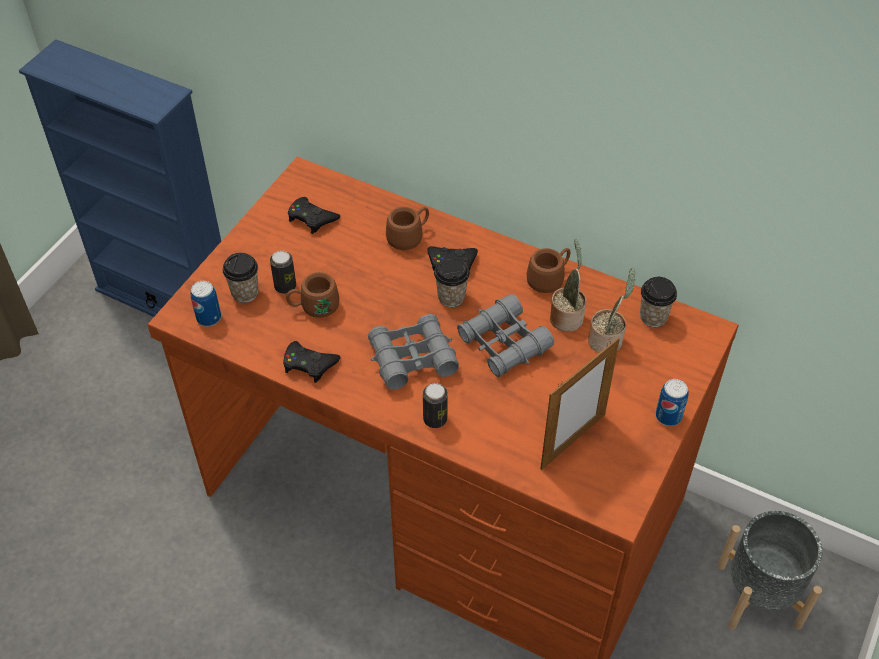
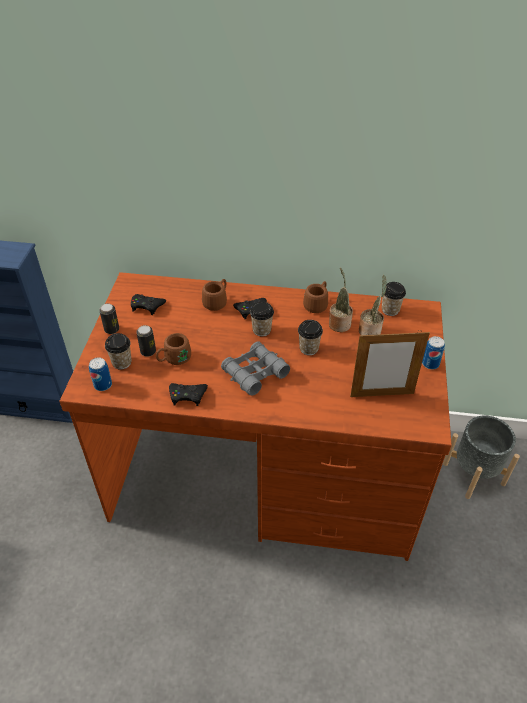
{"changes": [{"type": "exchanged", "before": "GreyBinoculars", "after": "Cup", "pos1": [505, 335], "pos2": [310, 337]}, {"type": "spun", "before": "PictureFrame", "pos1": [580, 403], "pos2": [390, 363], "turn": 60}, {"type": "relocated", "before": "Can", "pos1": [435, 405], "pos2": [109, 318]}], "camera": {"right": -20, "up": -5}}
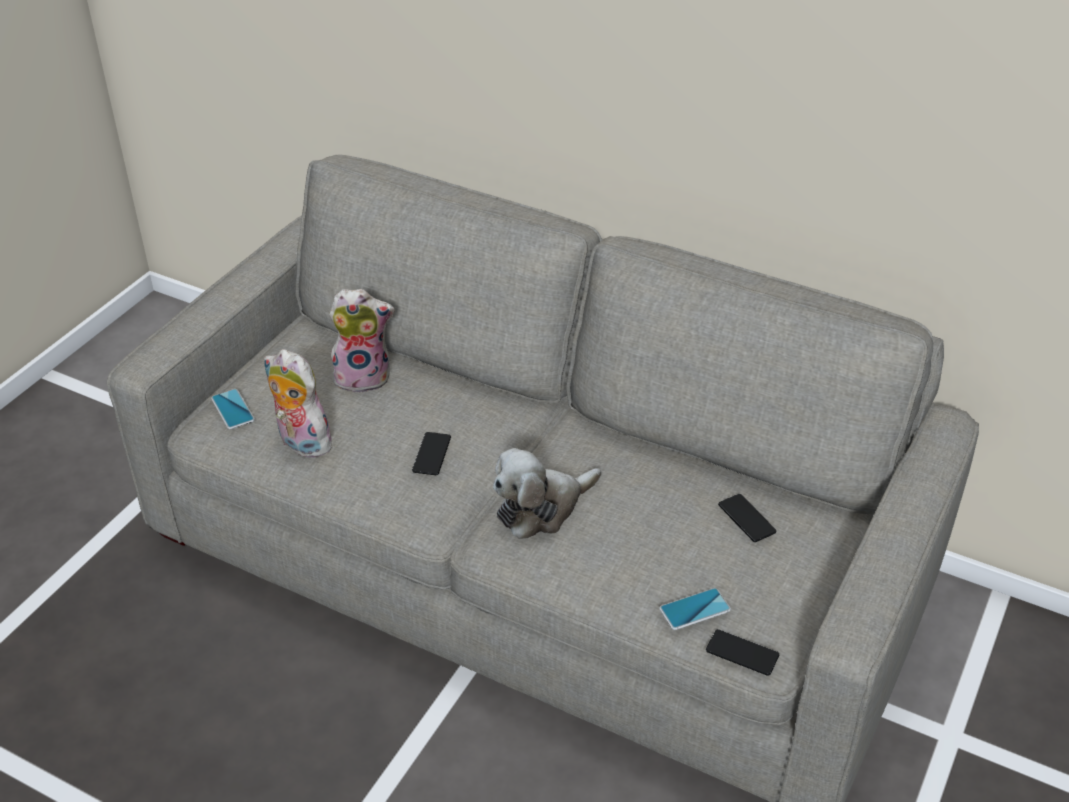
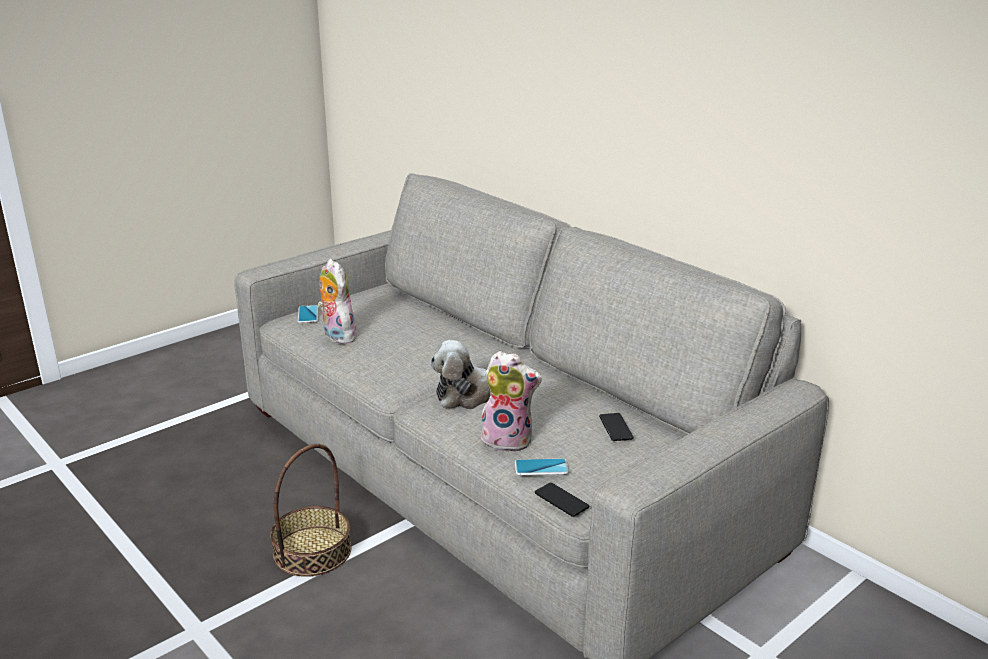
{"changes": [{"type": "relocated", "before": "PlushToy", "pos1": [362, 341], "pos2": [510, 401]}, {"type": "missing", "before": "Phone", "pos1": [431, 453]}, {"type": "appeared", "after": "Basket", "pos2": [311, 510]}], "camera": {"right": 20, "up": -15}}
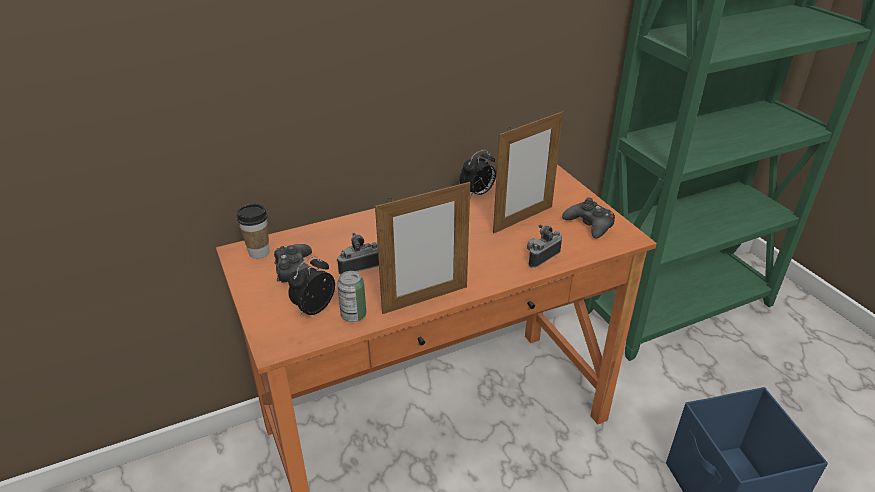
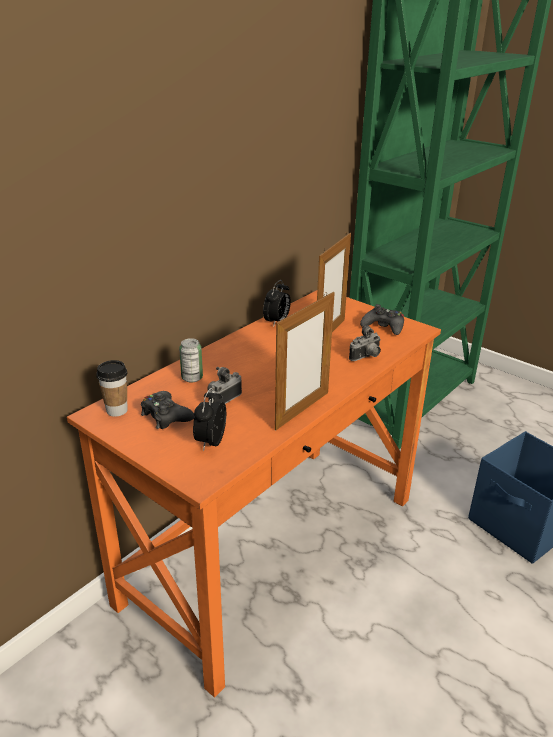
{"changes": [{"type": "spun", "before": "PhotoCamera", "pos1": [544, 246], "pos2": [365, 343], "turn": -150}, {"type": "relocated", "before": "Can", "pos1": [351, 296], "pos2": [191, 360]}], "camera": {"right": -25, "up": -5}}
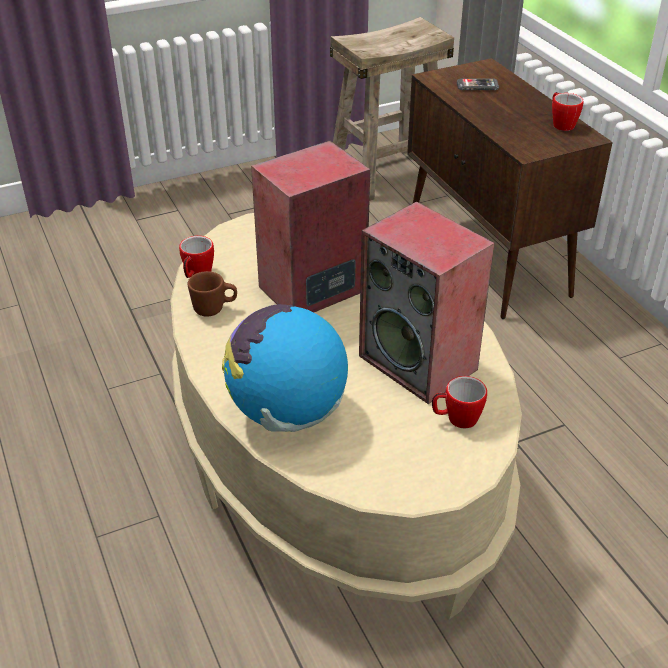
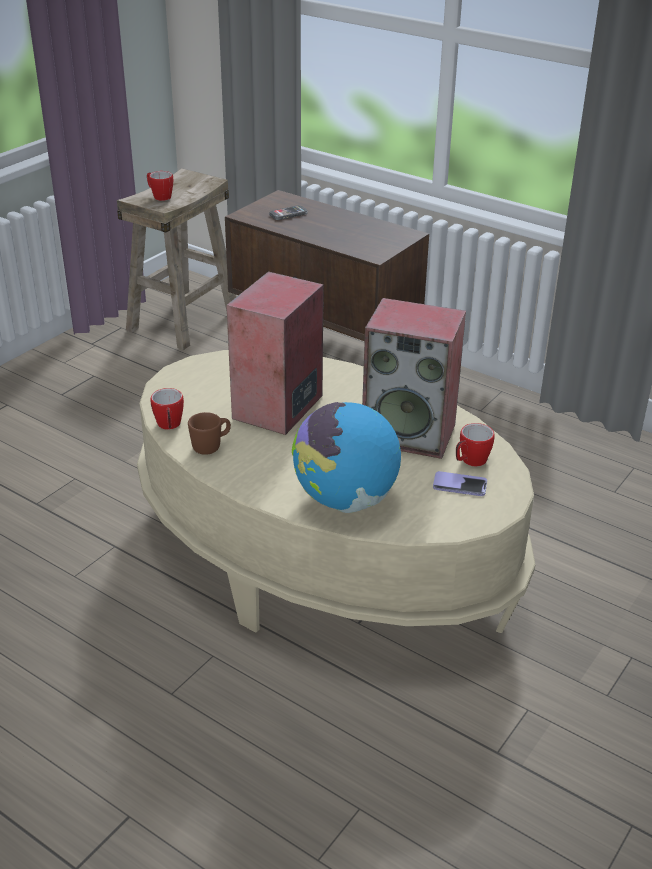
{"changes": [{"type": "relocated", "before": "Mug", "pos1": [568, 111], "pos2": [160, 186]}, {"type": "appeared", "after": "Phone", "pos2": [460, 483]}], "camera": {"right": -30, "up": -5}}
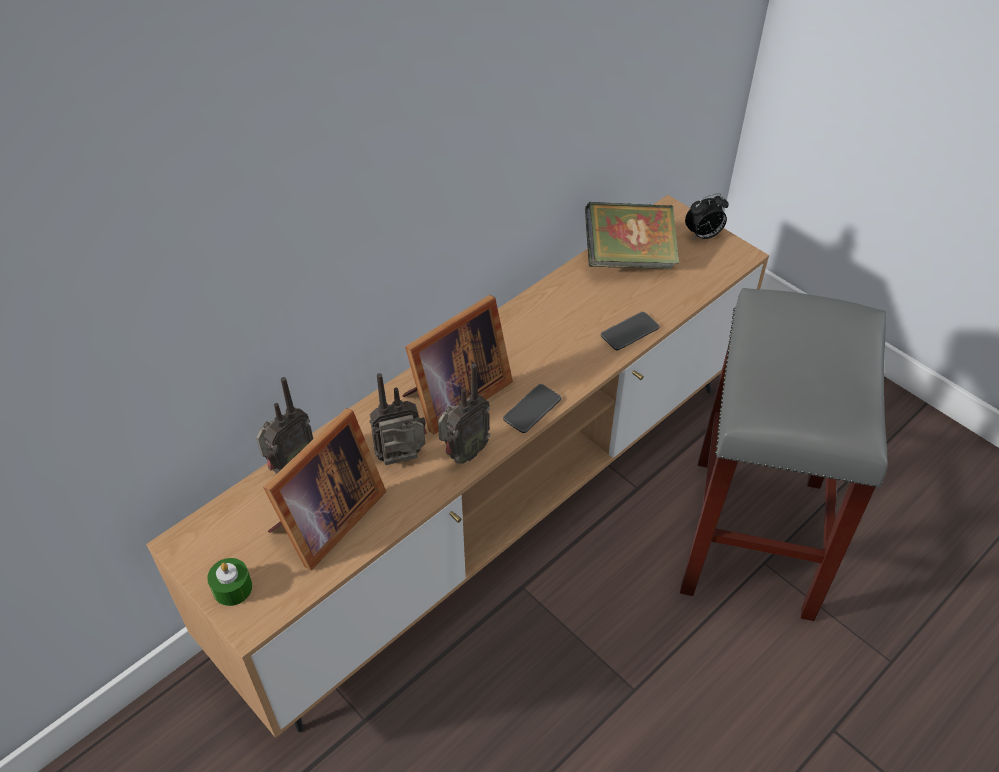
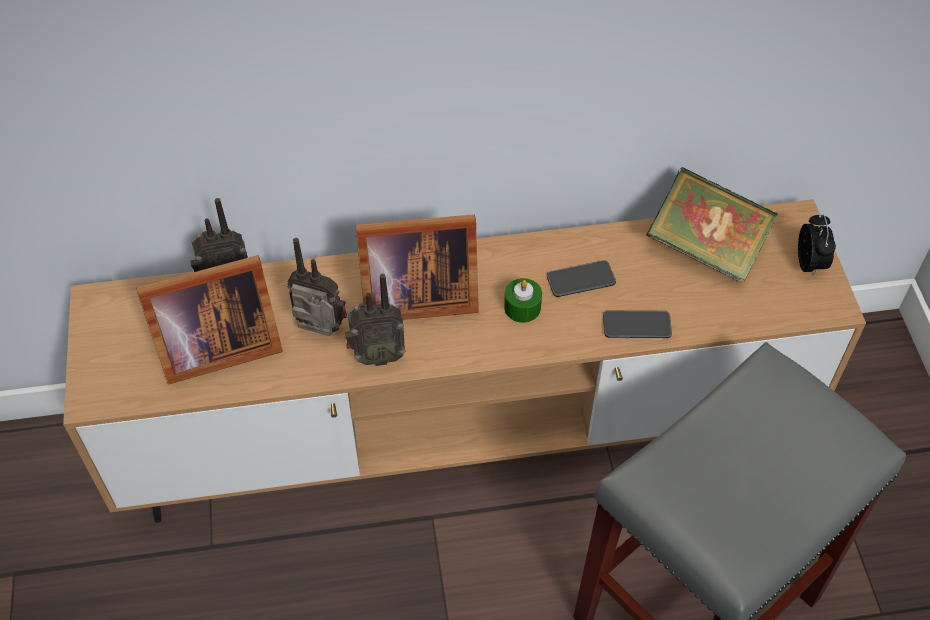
{"changes": [{"type": "spun", "before": "AlarmClock", "pos1": [707, 216], "pos2": [817, 246], "turn": -105}, {"type": "relocated", "before": "Phone", "pos1": [532, 408], "pos2": [581, 278]}, {"type": "relocated", "before": "GreenCandle", "pos1": [229, 582], "pos2": [523, 300]}], "camera": {"right": 35, "up": 5}}
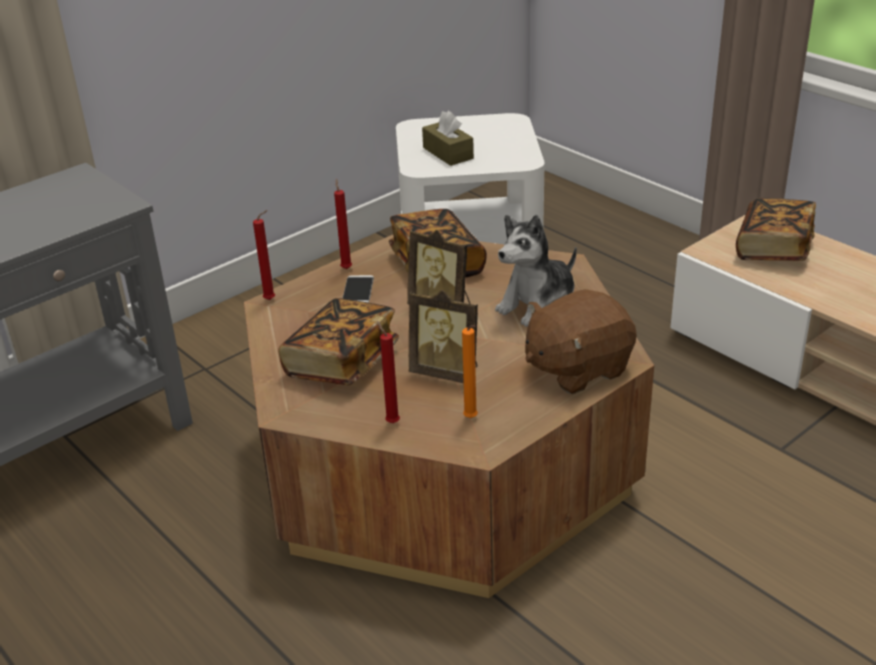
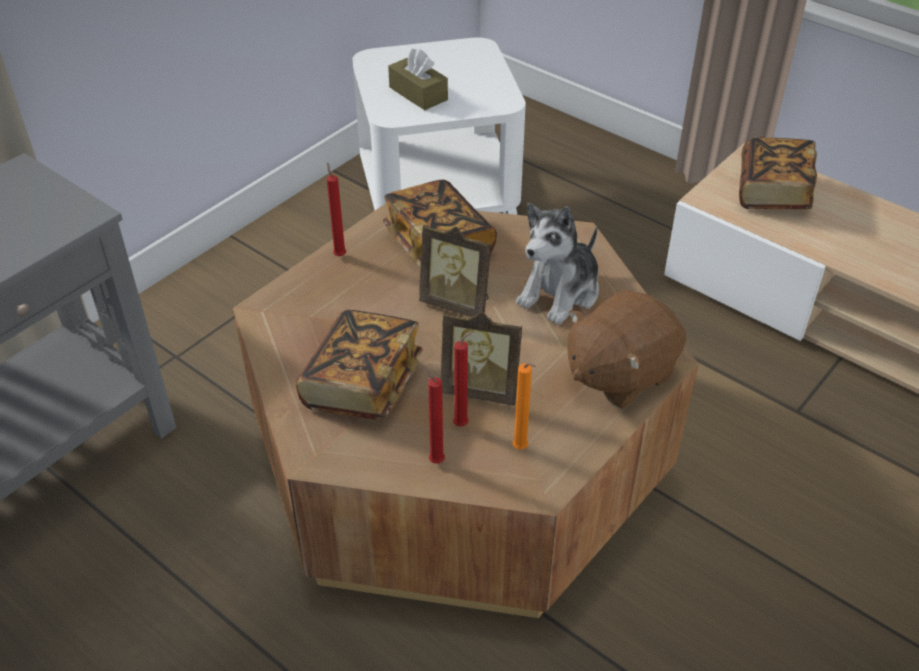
{"changes": [{"type": "relocated", "before": "RedCandle", "pos1": [264, 255], "pos2": [463, 378]}, {"type": "missing", "before": "Phone", "pos1": [358, 289]}], "camera": {"right": -10, "up": 10}}
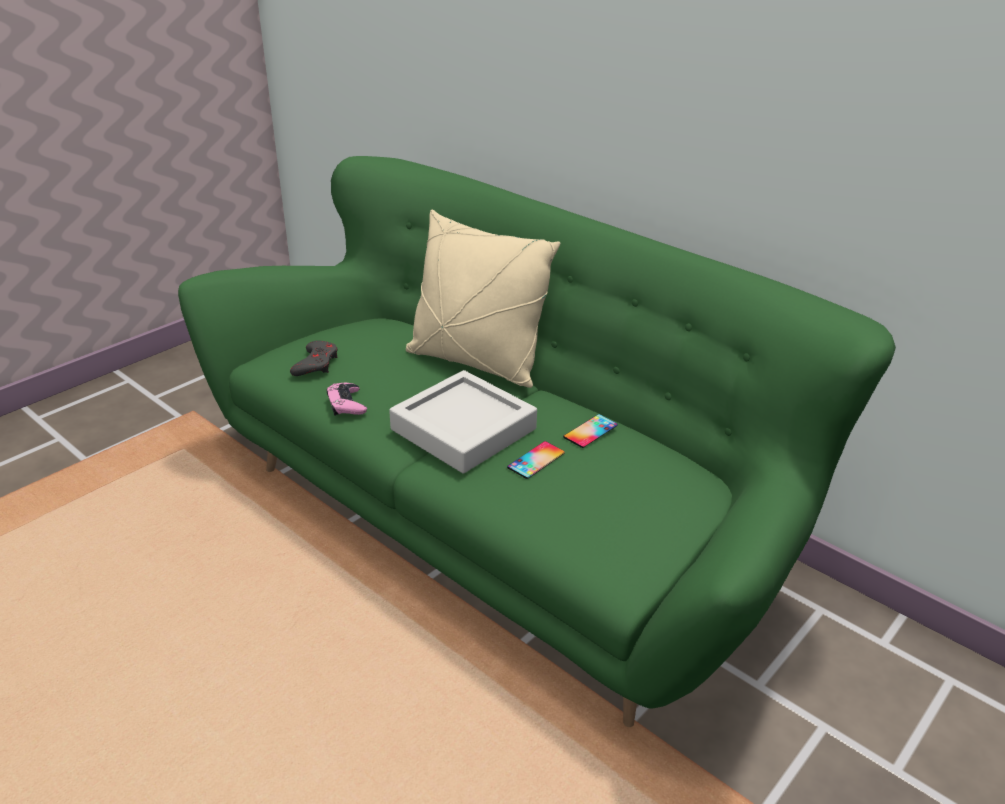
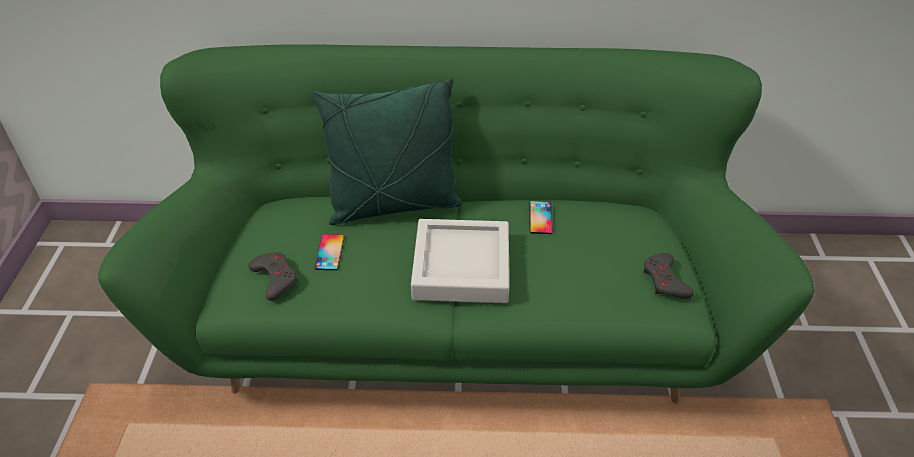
{"changes": [{"type": "colour", "before": "BeigePillow", "after": "GreenPillow", "pos1": [483, 299], "pos2": [387, 151]}, {"type": "missing", "before": "PinkGameController", "pos1": [346, 399]}, {"type": "relocated", "before": "Phone", "pos1": [536, 460], "pos2": [330, 252]}, {"type": "appeared", "after": "GreyGameController", "pos2": [669, 276]}], "camera": {"right": -40, "up": 10}}
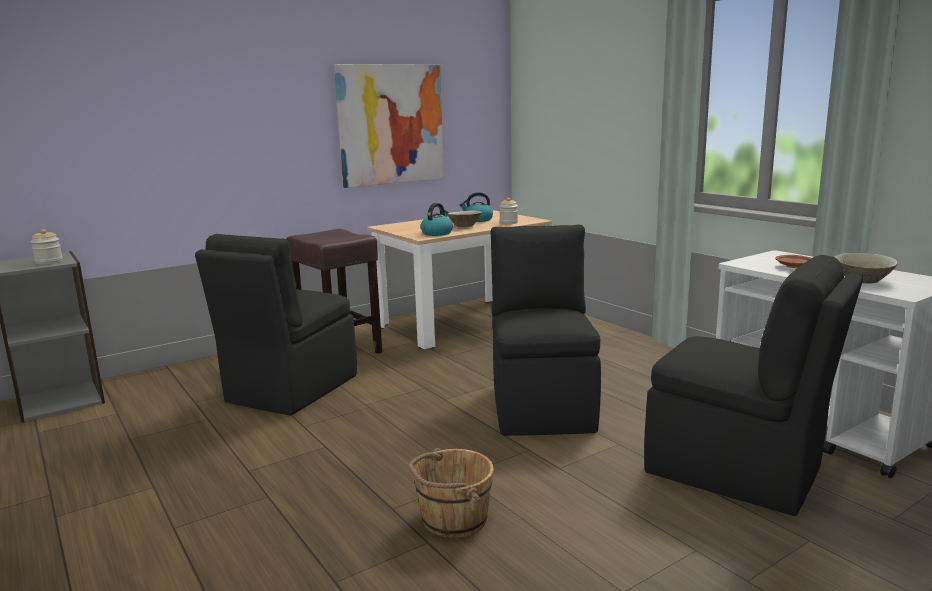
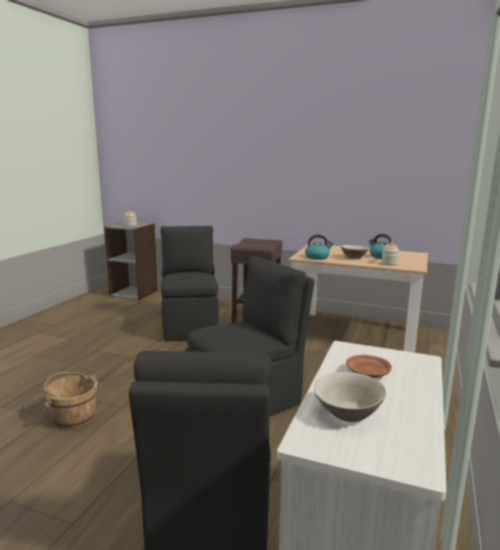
{"changes": [{"type": "missing", "before": "Picture", "pos1": [389, 126]}, {"type": "spun", "before": "BlackChair", "pos1": [276, 325], "pos2": [189, 283], "turn": 90}], "camera": {"right": 55, "up": 0}}
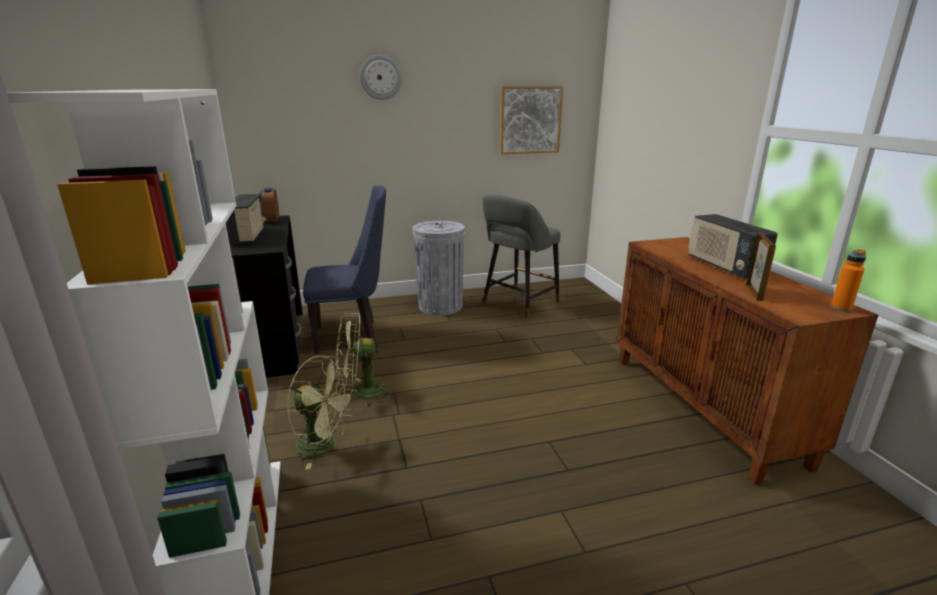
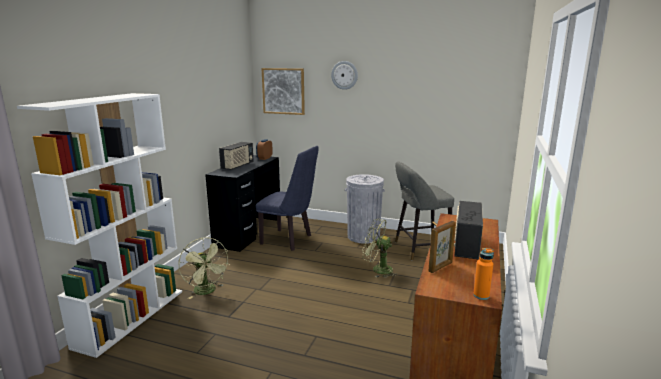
{"changes": [{"type": "relocated", "before": "Picture", "pos1": [531, 120], "pos2": [283, 91]}, {"type": "relocated", "before": "GreenFan", "pos1": [365, 360], "pos2": [379, 248]}], "camera": {"right": 35, "up": -5}}
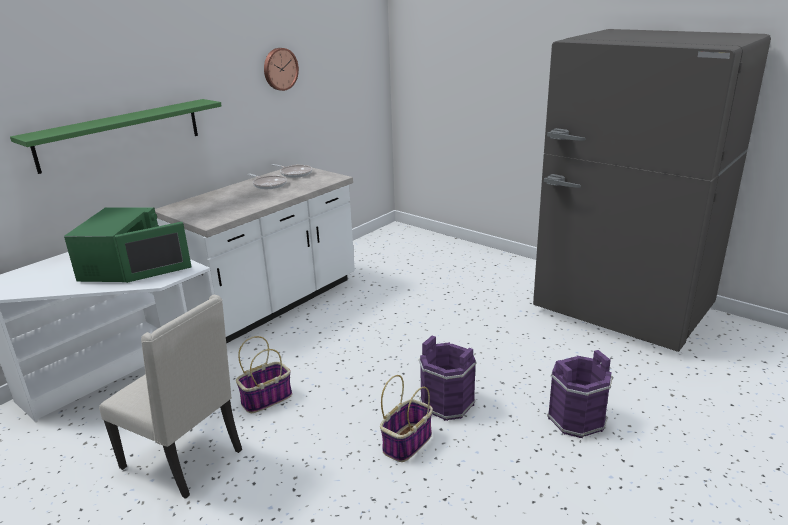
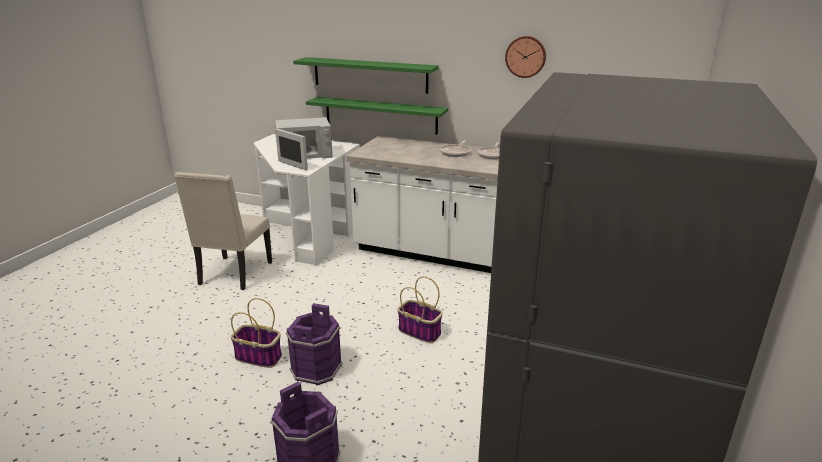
{"changes": [{"type": "colour", "before": "GreenMicrowave", "after": "WhiteMicrowave", "pos1": [128, 245], "pos2": [304, 143]}, {"type": "relocated", "before": "Basket", "pos1": [264, 374], "pos2": [420, 309]}, {"type": "appeared", "after": "GreenShelf", "pos2": [377, 116]}], "camera": {"right": 70, "up": 0}}
